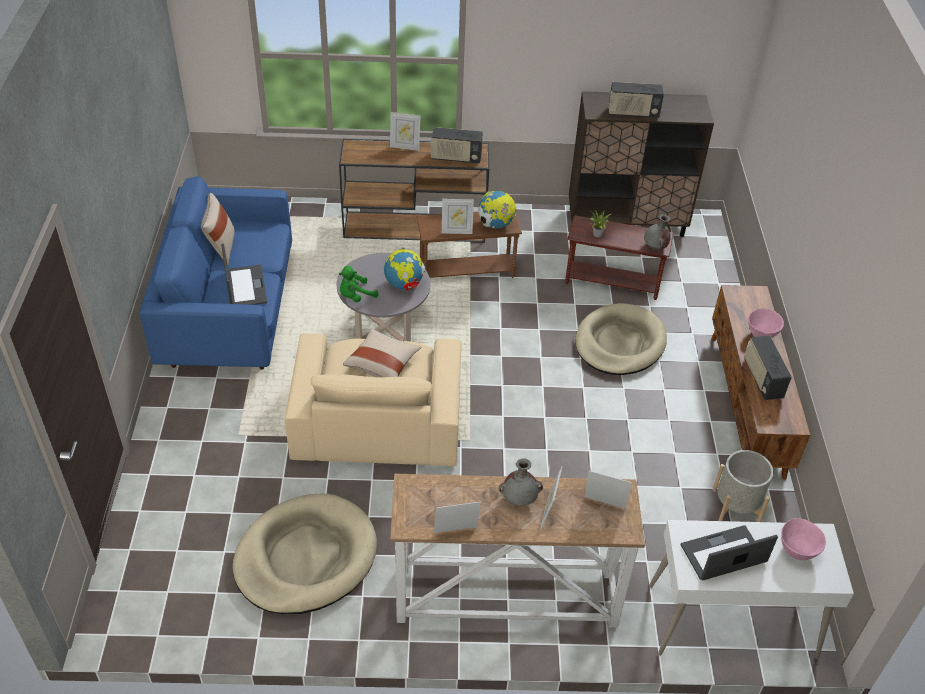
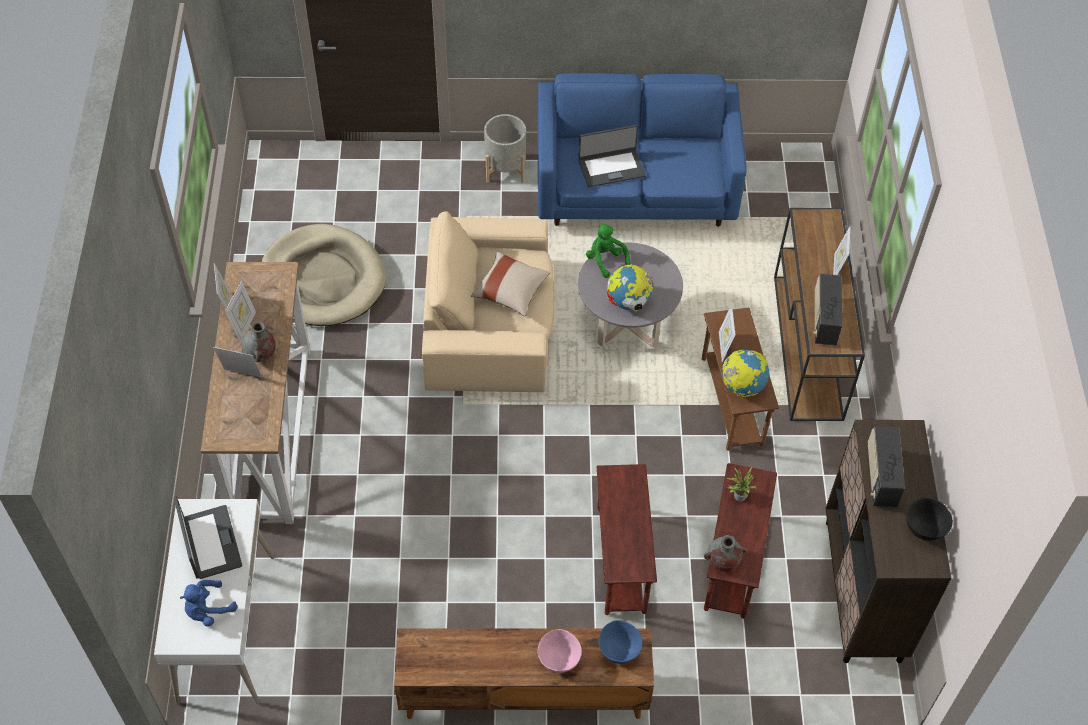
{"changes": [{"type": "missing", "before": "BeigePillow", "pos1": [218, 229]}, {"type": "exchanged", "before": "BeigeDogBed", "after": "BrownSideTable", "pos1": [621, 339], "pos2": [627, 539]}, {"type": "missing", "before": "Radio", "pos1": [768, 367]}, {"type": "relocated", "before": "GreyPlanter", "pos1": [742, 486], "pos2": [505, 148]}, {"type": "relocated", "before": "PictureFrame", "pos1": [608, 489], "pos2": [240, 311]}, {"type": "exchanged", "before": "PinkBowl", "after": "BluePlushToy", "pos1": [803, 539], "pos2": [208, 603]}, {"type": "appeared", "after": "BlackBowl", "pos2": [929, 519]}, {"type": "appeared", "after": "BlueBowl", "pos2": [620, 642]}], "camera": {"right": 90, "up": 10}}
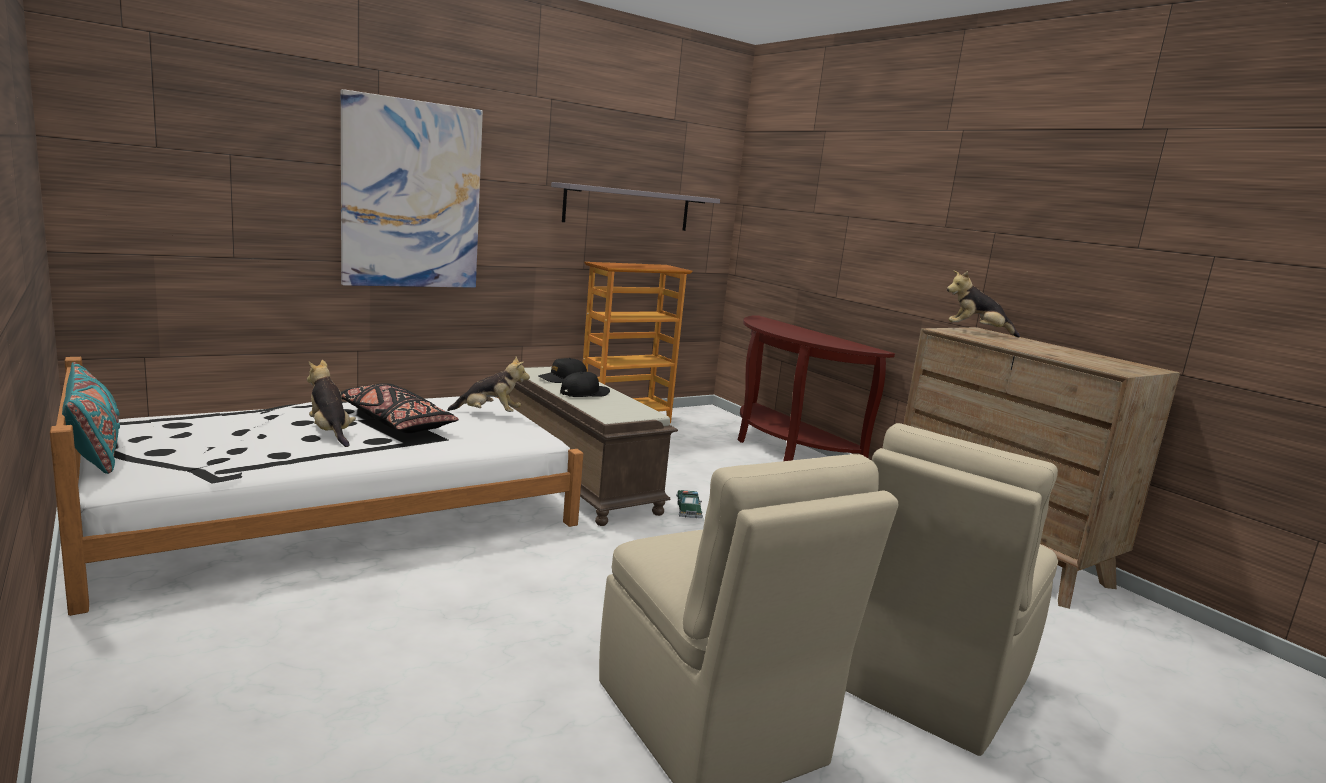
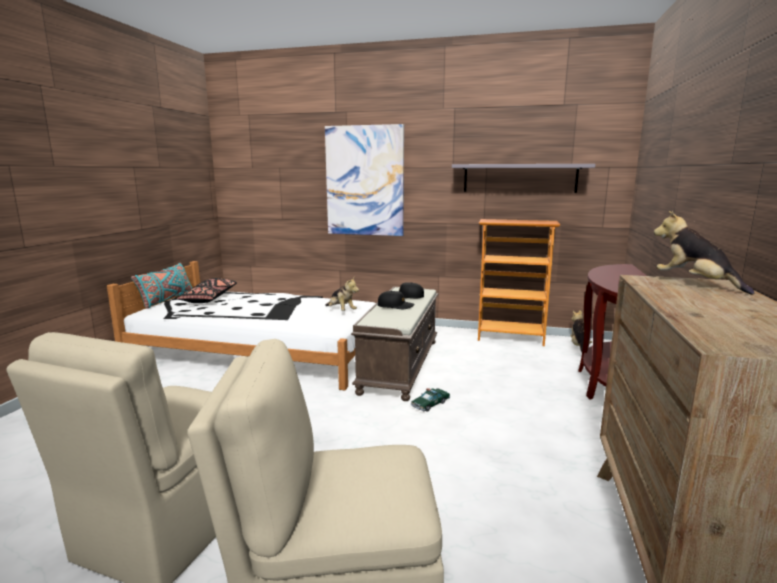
{"changes": [{"type": "relocated", "before": "PlushToy", "pos1": [331, 403], "pos2": [581, 331]}, {"type": "relocated", "before": "BlackPillow", "pos1": [400, 408], "pos2": [207, 290]}], "camera": {"right": 50, "up": 0}}
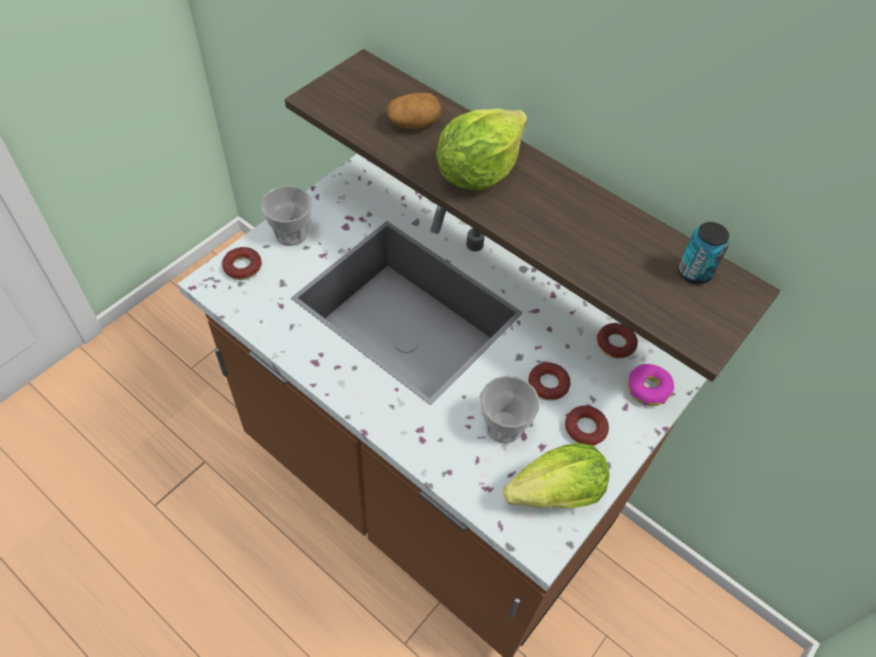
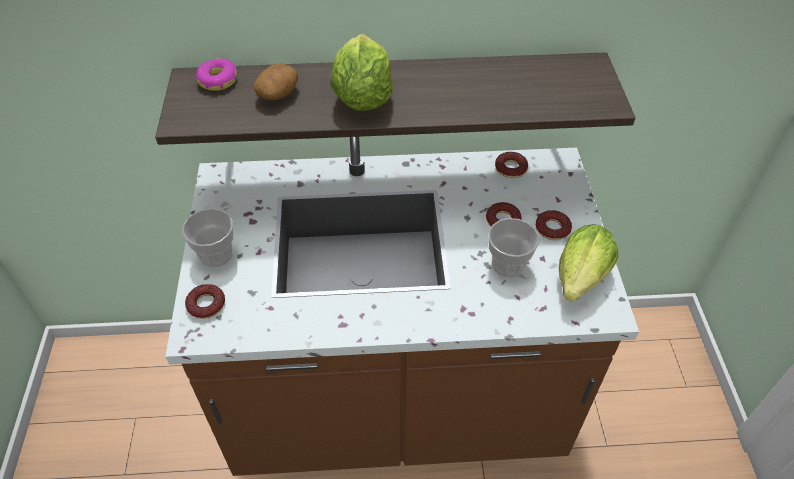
{"changes": [{"type": "missing", "before": "Can", "pos1": [703, 253]}, {"type": "relocated", "before": "Donut", "pos1": [650, 385], "pos2": [216, 74]}], "camera": {"right": -40, "up": -5}}
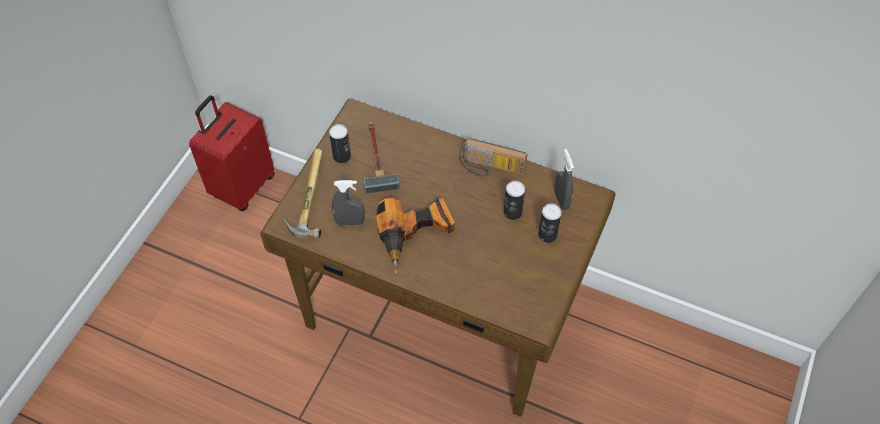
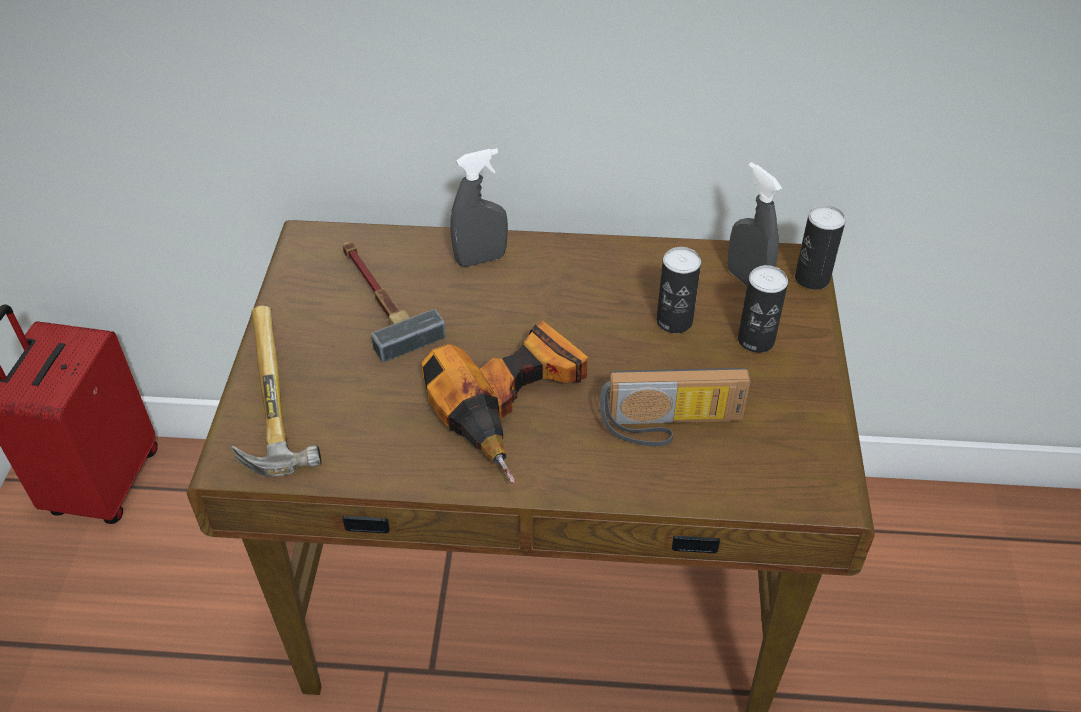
{"changes": [{"type": "relocated", "before": "Can", "pos1": [340, 143], "pos2": [820, 247]}, {"type": "relocated", "before": "Radio", "pos1": [493, 157], "pos2": [675, 407]}, {"type": "relocated", "before": "GreySprayBottle", "pos1": [348, 202], "pos2": [479, 207]}], "camera": {"right": -20, "up": -10}}
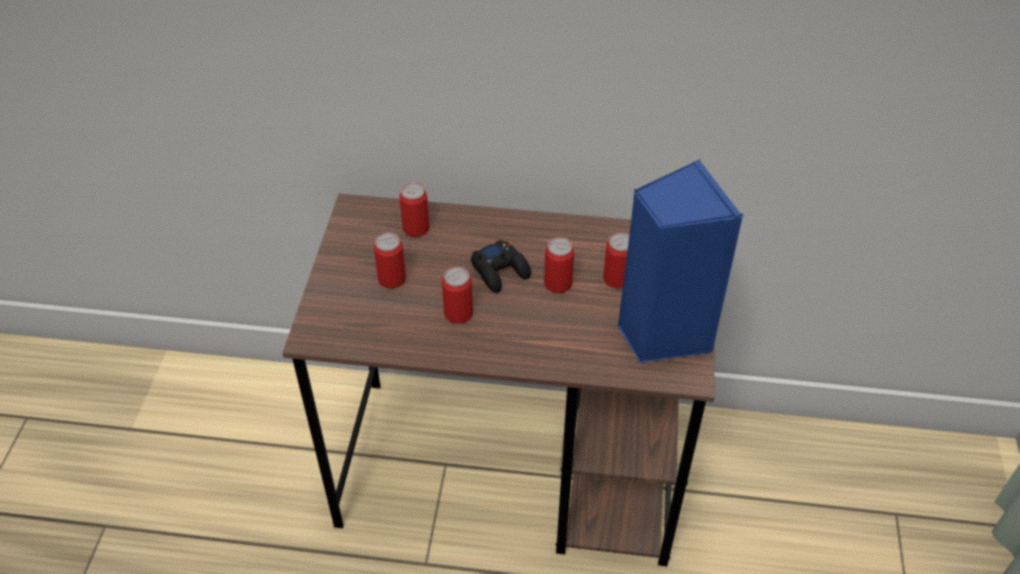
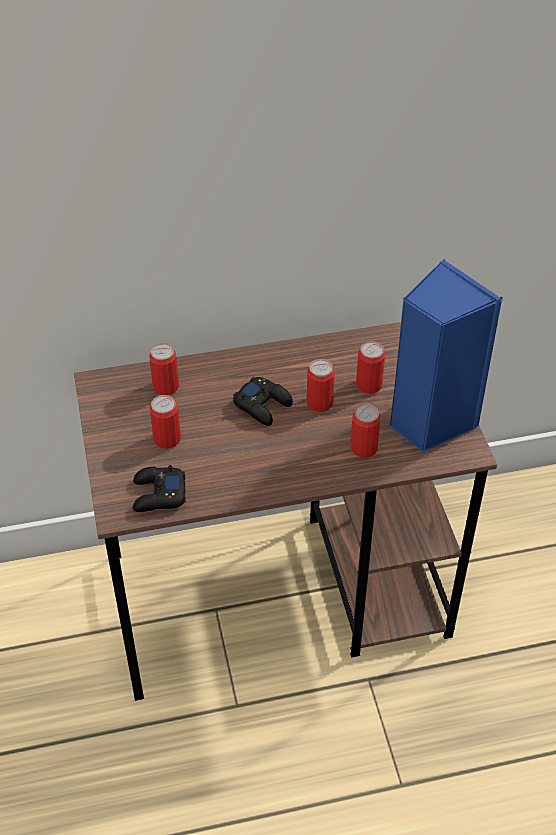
{"changes": [{"type": "relocated", "before": "Can", "pos1": [457, 295], "pos2": [365, 431]}, {"type": "appeared", "after": "BlackGameController", "pos2": [159, 488]}], "camera": {"right": -20, "up": 0}}
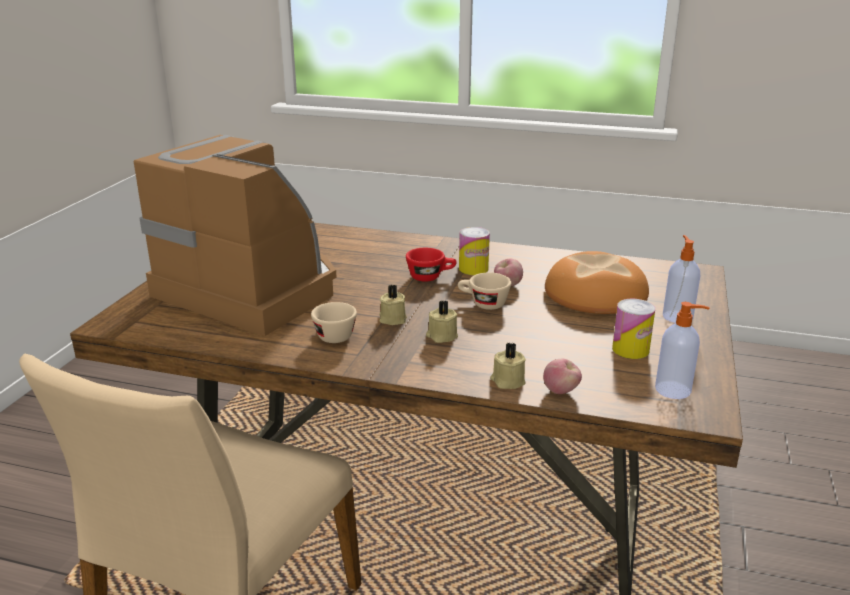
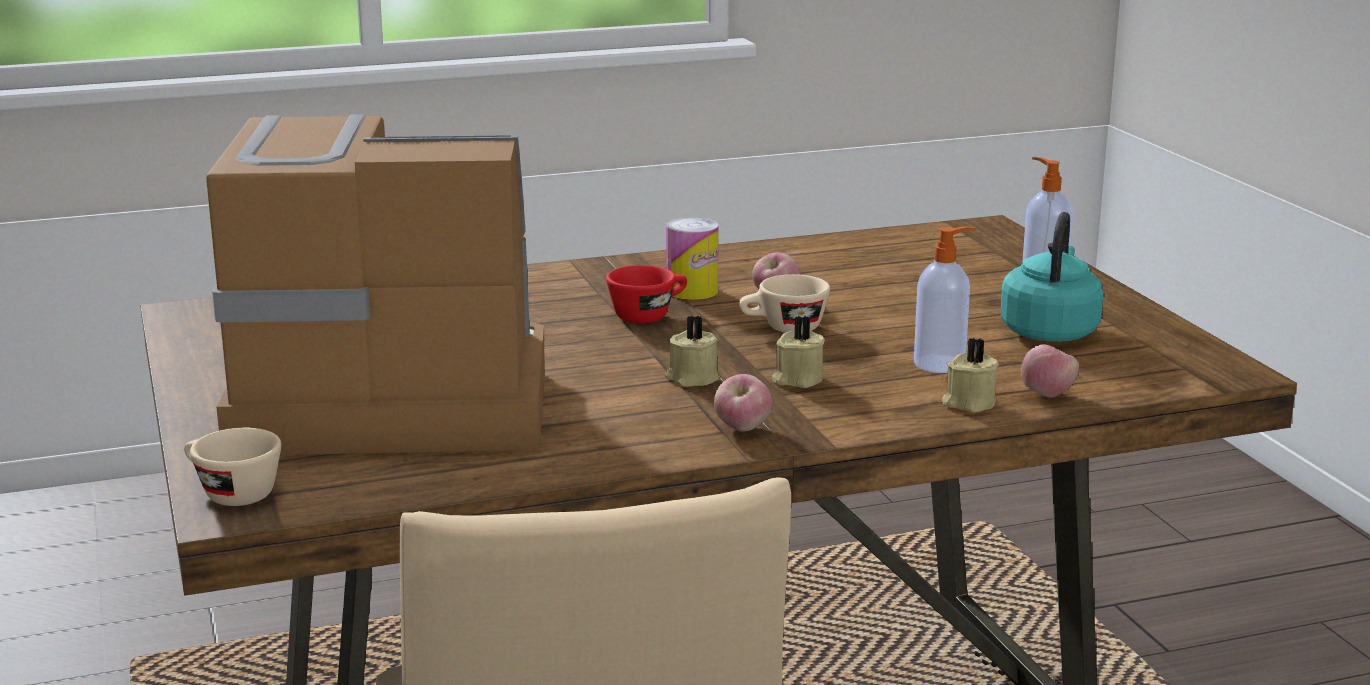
{"changes": [{"type": "missing", "before": "Bread", "pos1": [597, 282]}, {"type": "exchanged", "before": "Can", "after": "TurquoiseKettle", "pos1": [633, 329], "pos2": [1052, 277]}, {"type": "relocated", "before": "BeigeCup", "pos1": [334, 322], "pos2": [232, 467]}, {"type": "relocated", "before": "SoapDispenser", "pos1": [682, 350], "pos2": [945, 300]}, {"type": "appeared", "after": "Apple", "pos2": [743, 403]}], "camera": {"right": -35, "up": -5}}
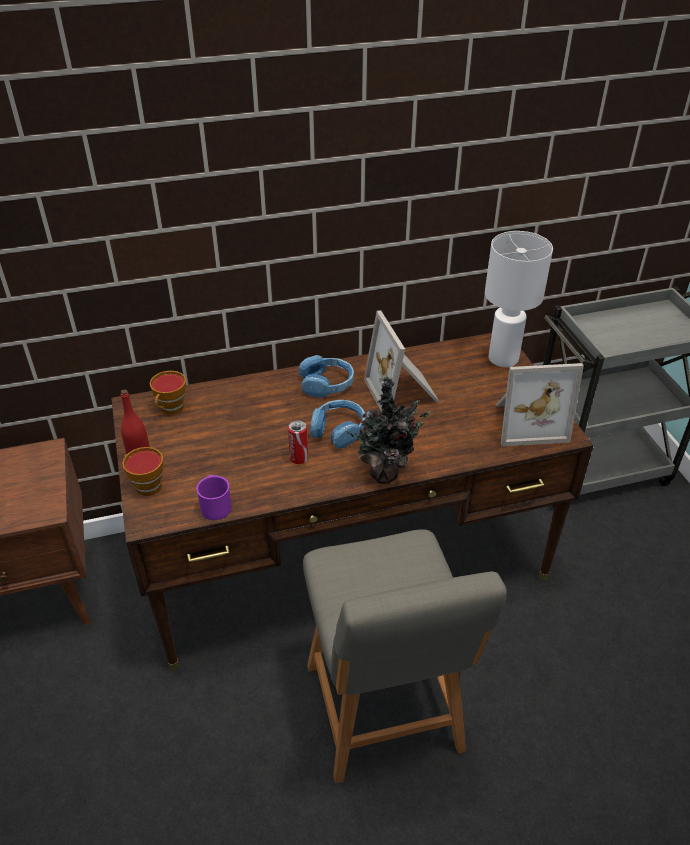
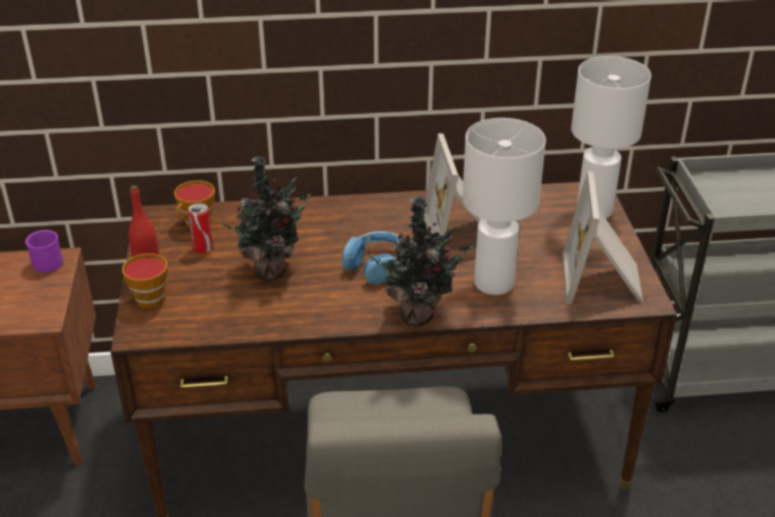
{"changes": [{"type": "missing", "before": "BlueHeadphones", "pos1": [326, 376]}, {"type": "spun", "before": "PictureFrame", "pos1": [540, 404], "pos2": [602, 237], "turn": 90}, {"type": "relocated", "before": "Can", "pos1": [298, 442], "pos2": [200, 228]}, {"type": "relocated", "before": "PurpleMug", "pos1": [214, 497], "pos2": [44, 251]}, {"type": "appeared", "after": "WhiteTableLamp", "pos2": [504, 206]}, {"type": "appeared", "after": "PottedPlant", "pos2": [265, 218]}], "camera": {"right": 10, "up": -5}}
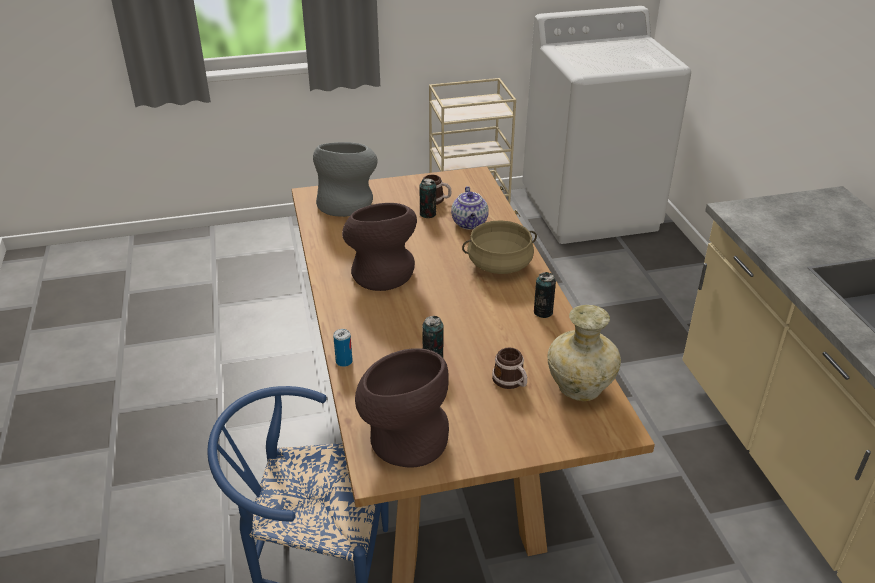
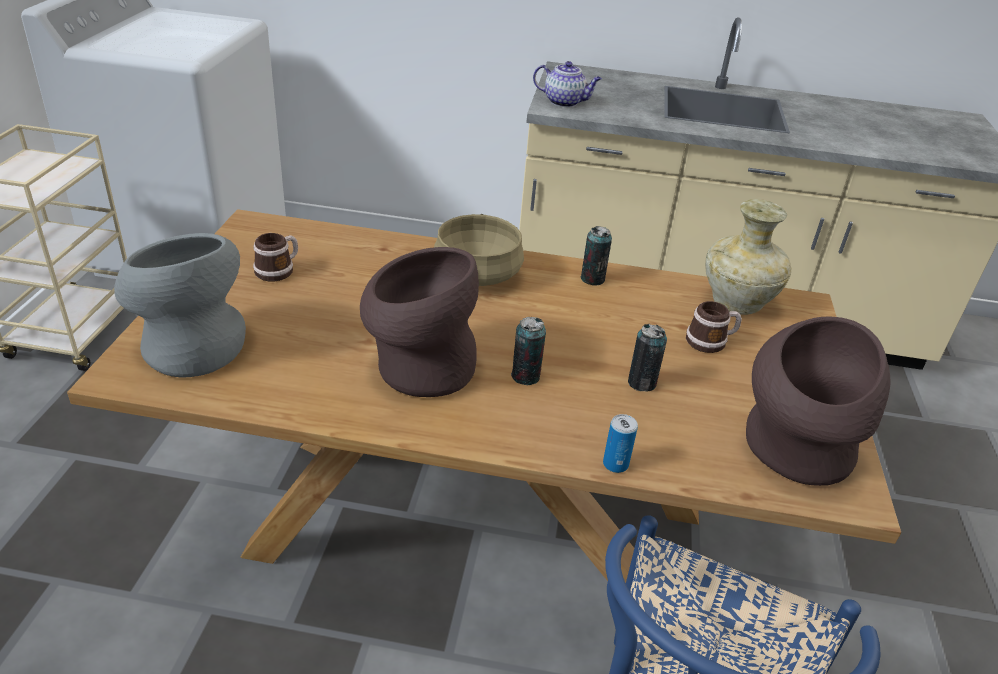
{"changes": [{"type": "relocated", "before": "Can", "pos1": [428, 198], "pos2": [528, 351]}, {"type": "relocated", "before": "Teapot", "pos1": [470, 208], "pos2": [567, 84]}], "camera": {"right": -70, "up": 0}}
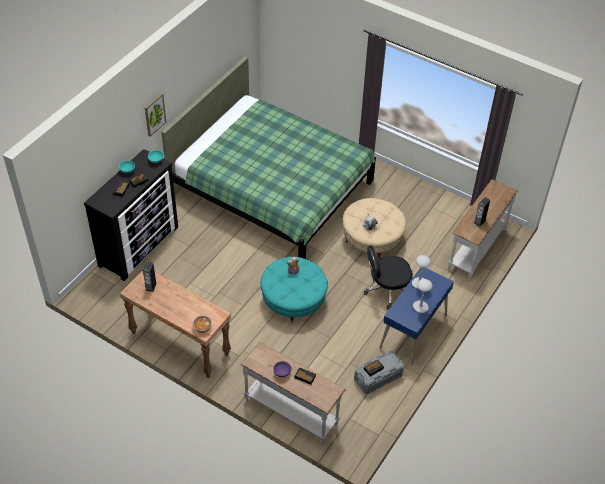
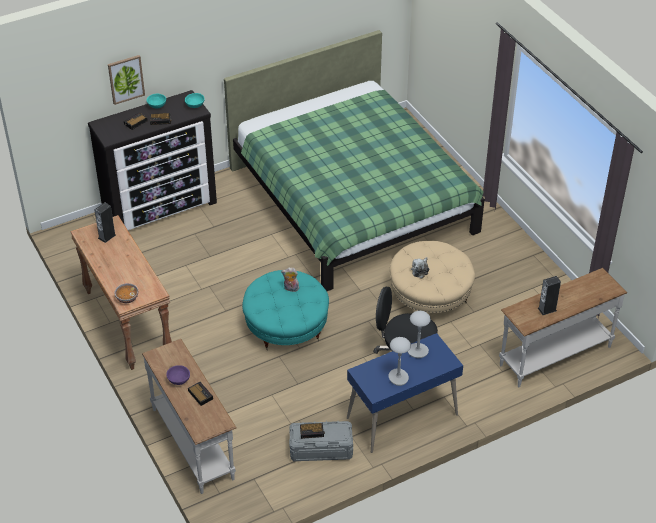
{"changes": [{"type": "relocated", "before": "Picture", "pos1": [155, 115], "pos2": [126, 80]}], "camera": {"right": 30, "up": -5}}
